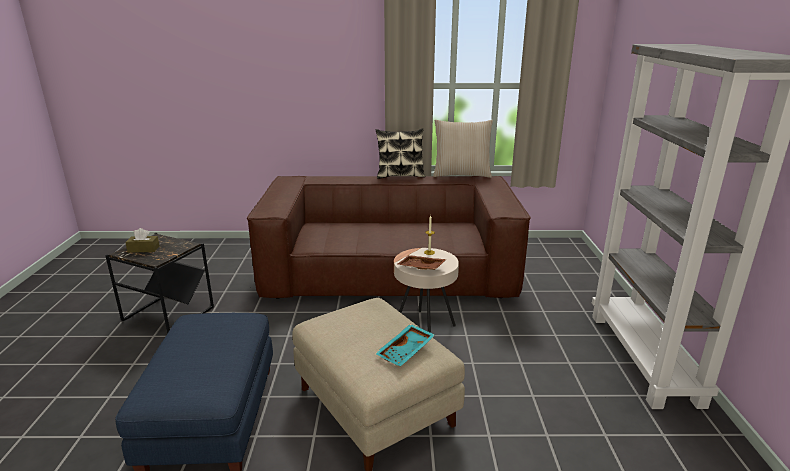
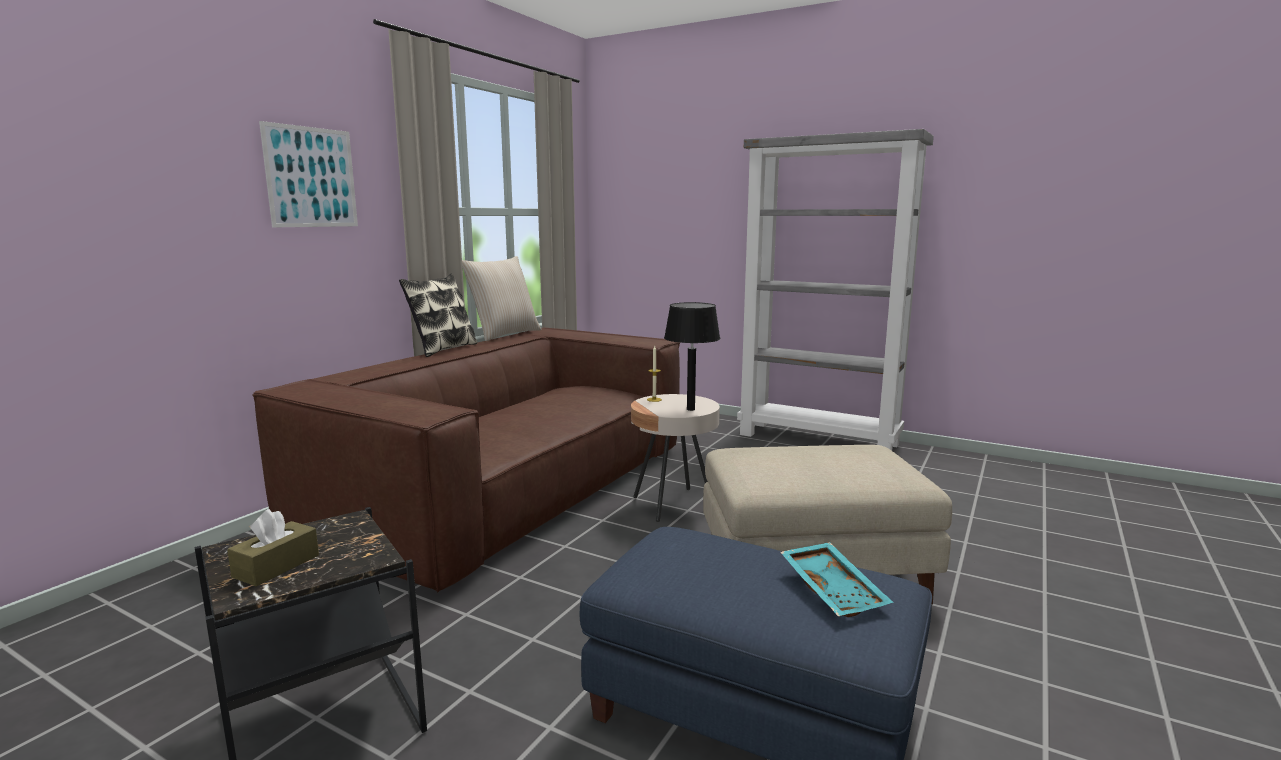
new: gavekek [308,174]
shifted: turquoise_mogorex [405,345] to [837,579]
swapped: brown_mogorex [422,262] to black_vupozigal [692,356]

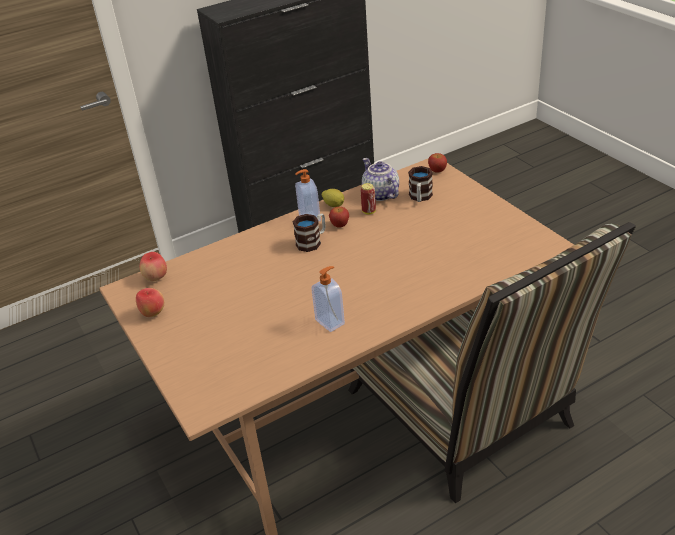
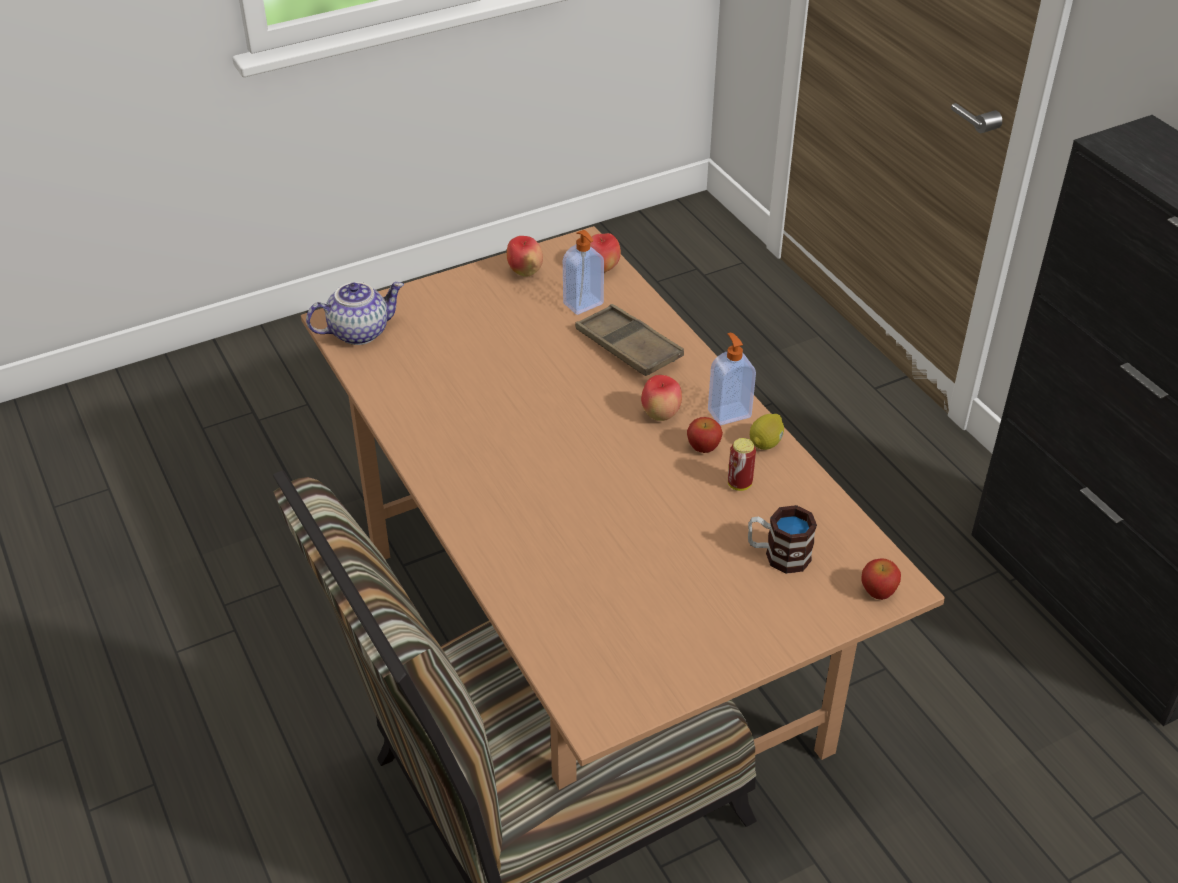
new: brown_mogorex [629,340]
shifted: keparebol [328,299] to [583,272]; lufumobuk [380,179] to [355,313]
swapped: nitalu [309,233] to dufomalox [661,398]

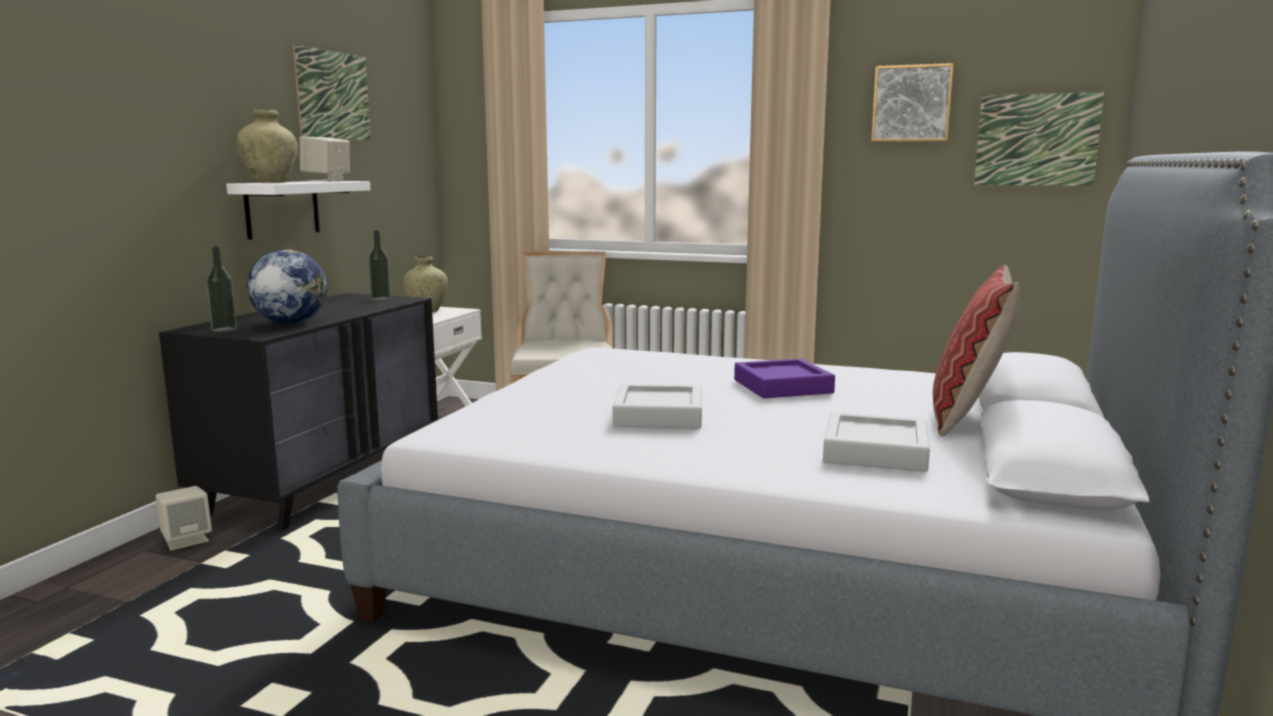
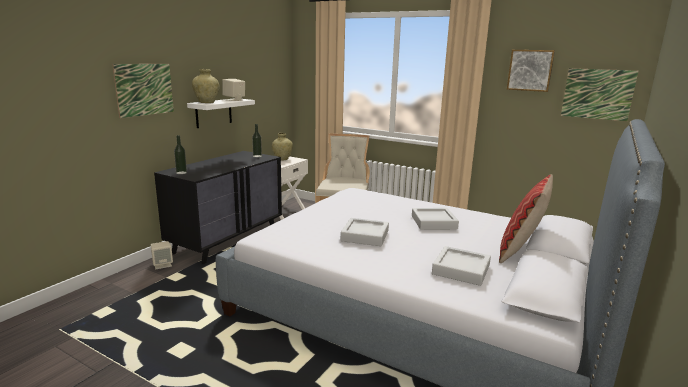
gone: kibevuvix [287,286]
shifted: gavekek [332,92] to [143,91]
repainted: purple_mogorex [784,378] to grey_mogorex [435,219]

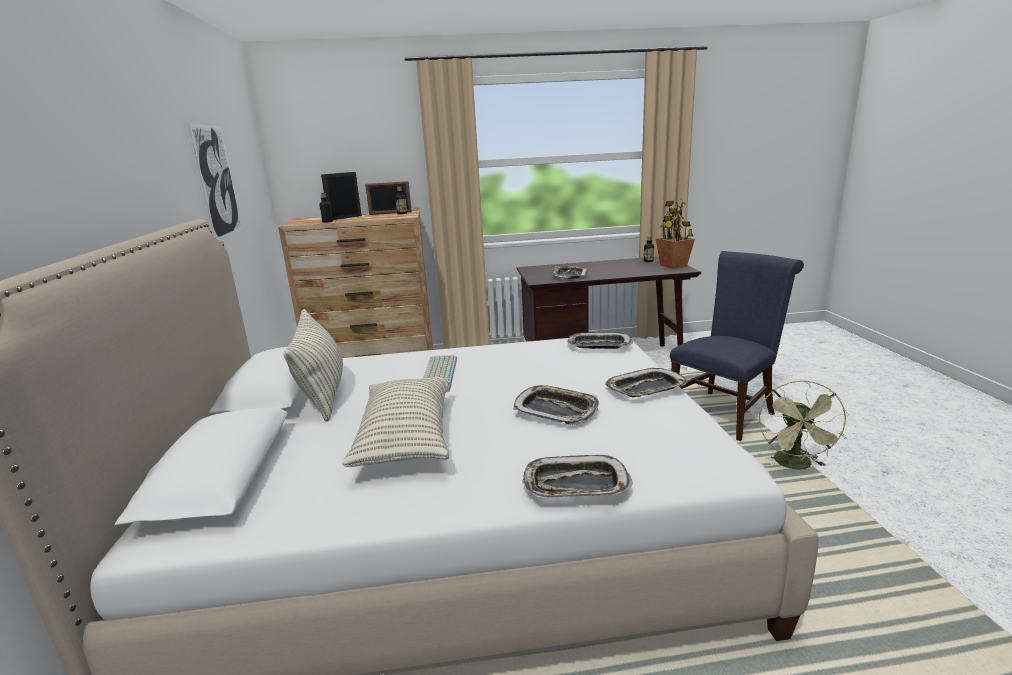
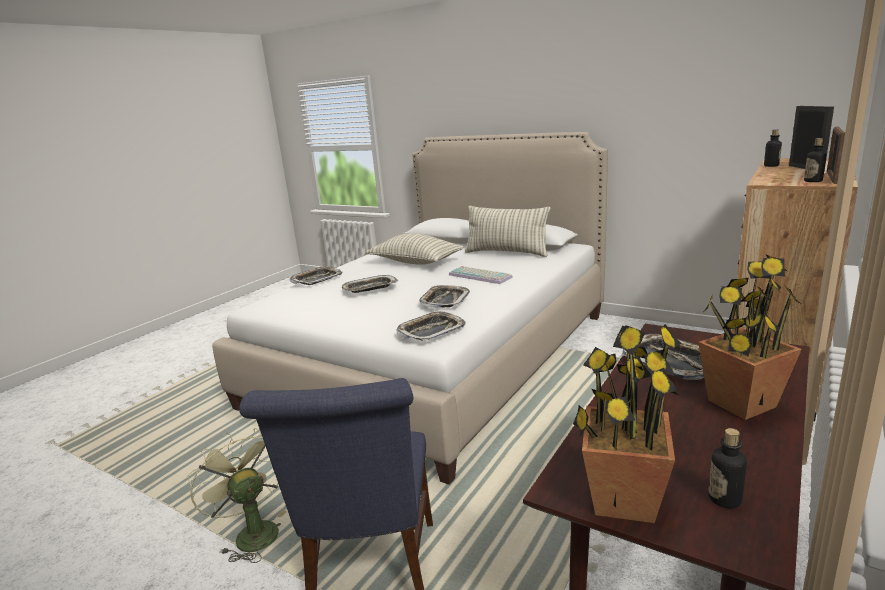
gone: gavekek [215,182]
new: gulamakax [750,337]
shifted: mogorex [646,382] to [444,296]

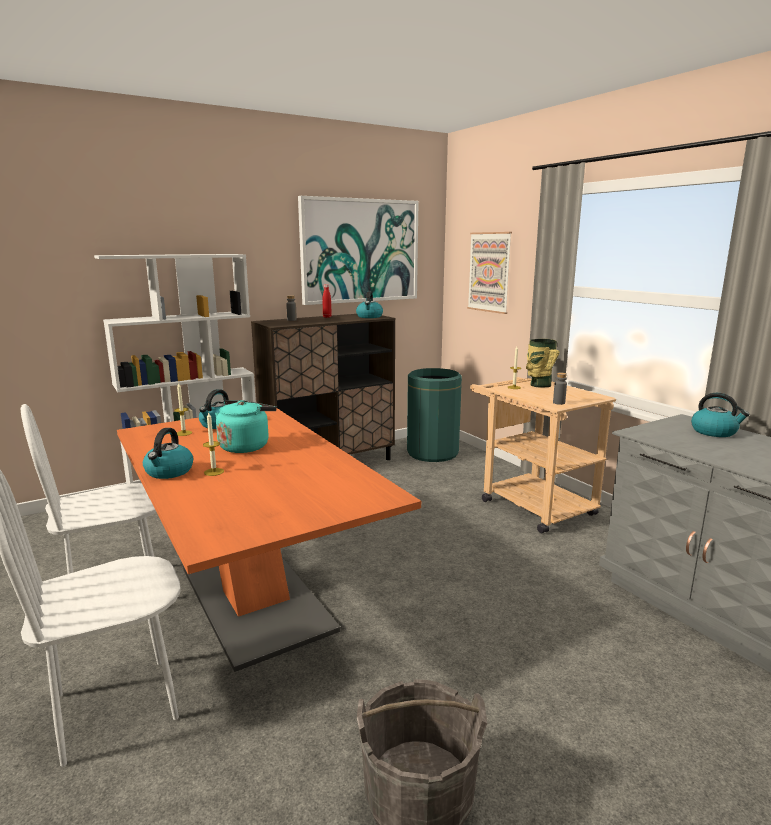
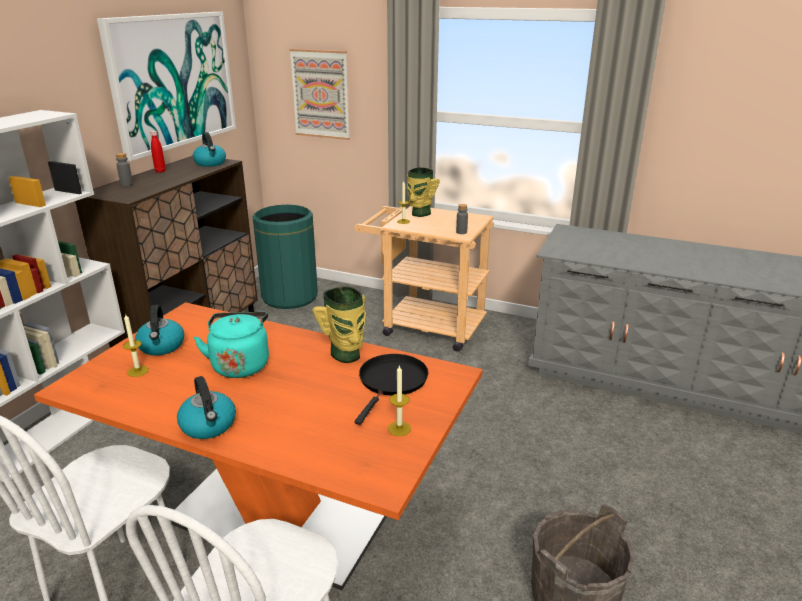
gone: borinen [720,415]
new: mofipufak [339,324]; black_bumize [391,389]
shifted: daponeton [213,443] to [399,400]

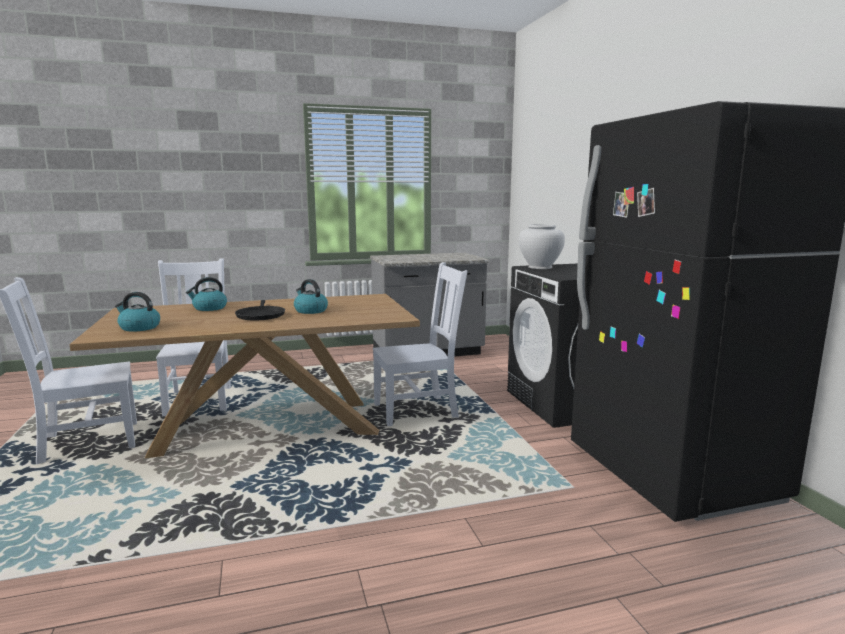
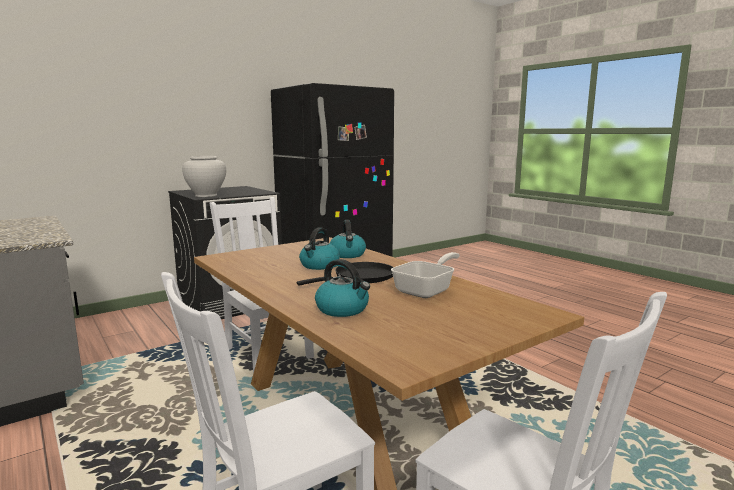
new: bumize [425,275]
shifted: borinen [137,312] to [347,239]

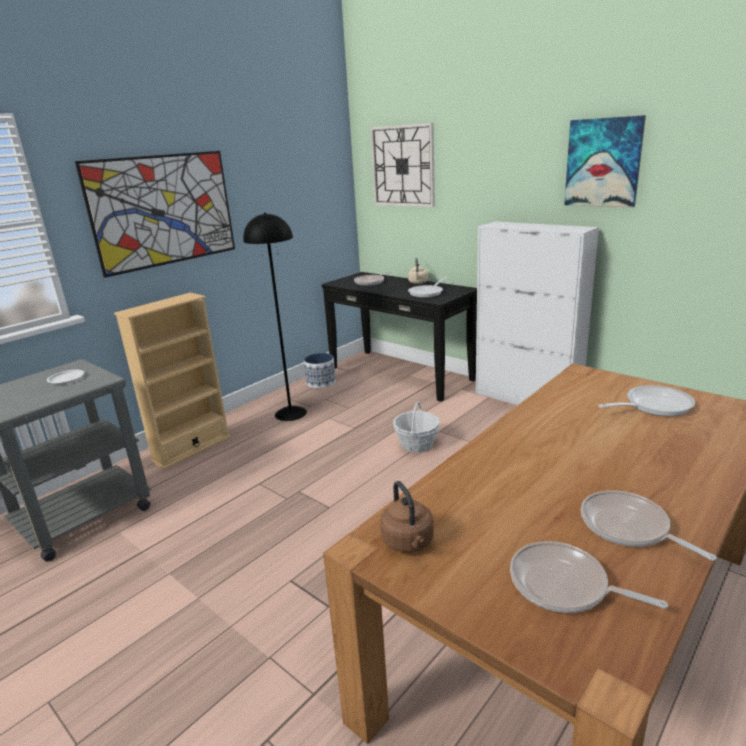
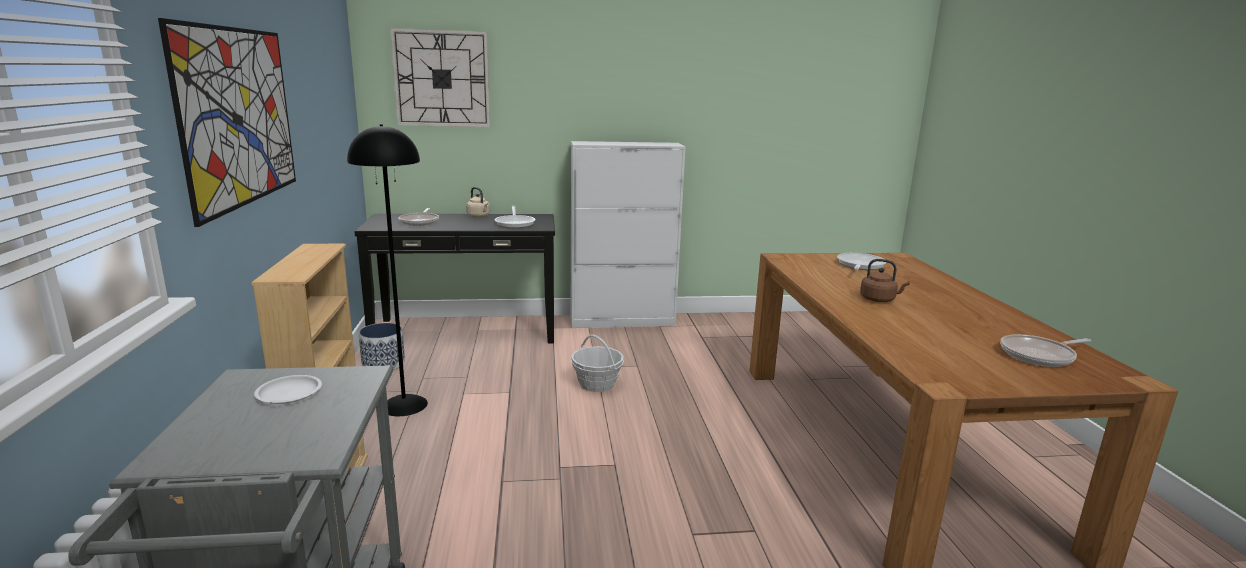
gone: gavekek [605,161]; bumize [649,525]
shifted: brown_borinen [407,516] to [885,280]

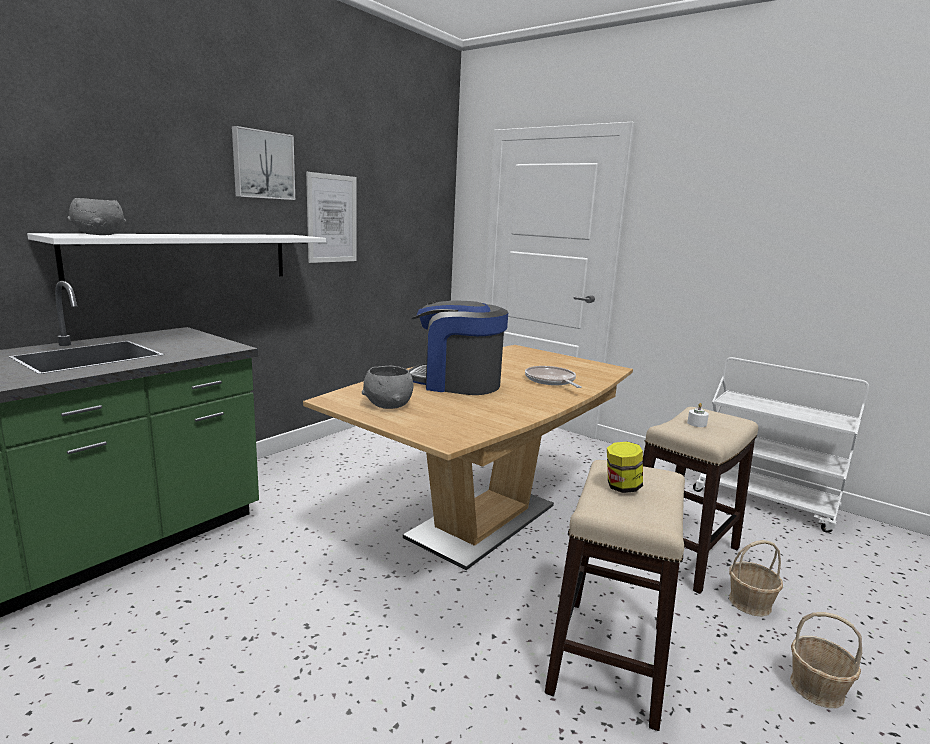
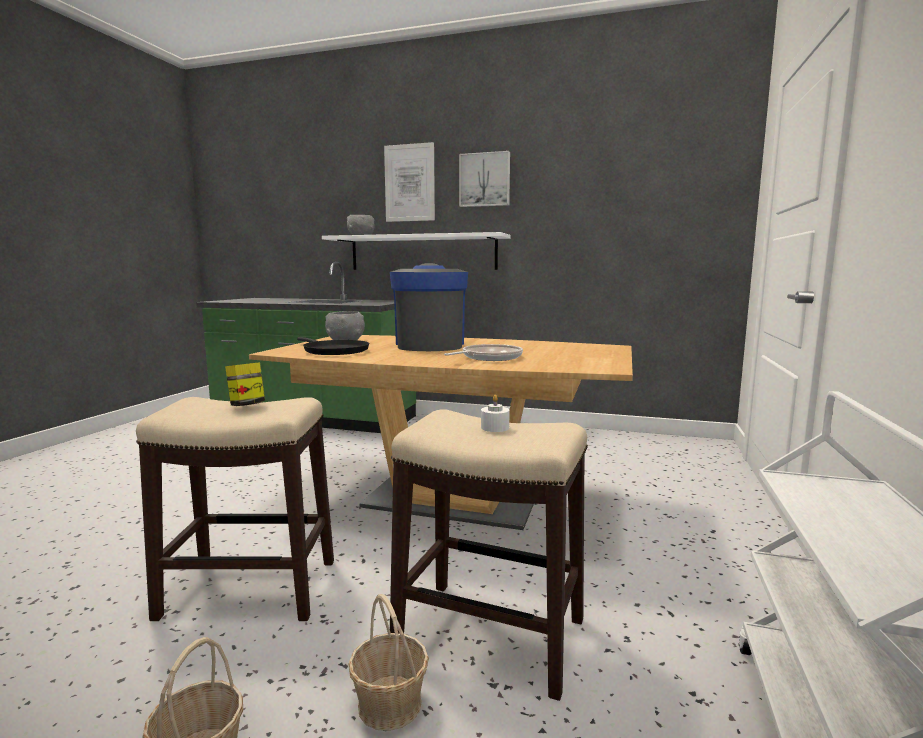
new: black_bumize [333,346]
shifted: gavekek [331,217] to [409,182]

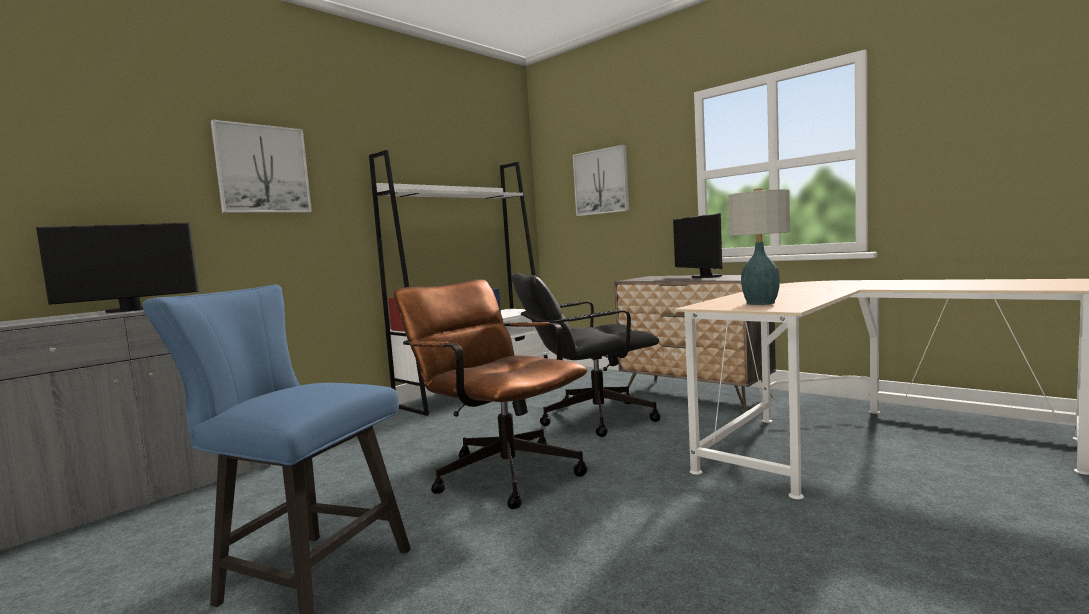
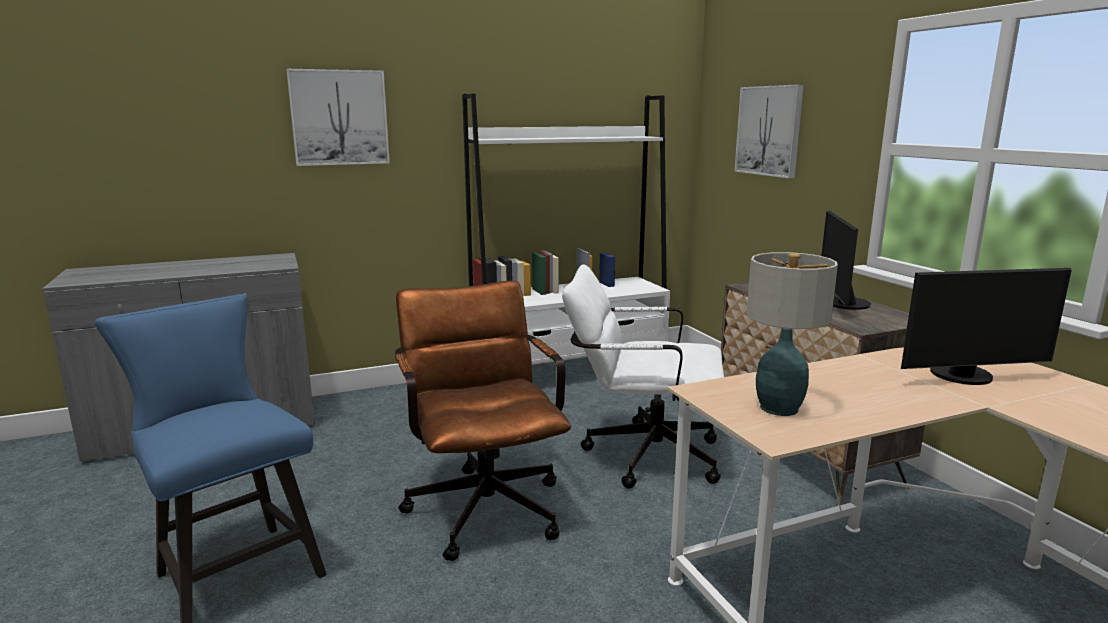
shifted: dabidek [117,268] to [986,326]
repainted: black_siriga [586,355] to white_siriga [643,376]

